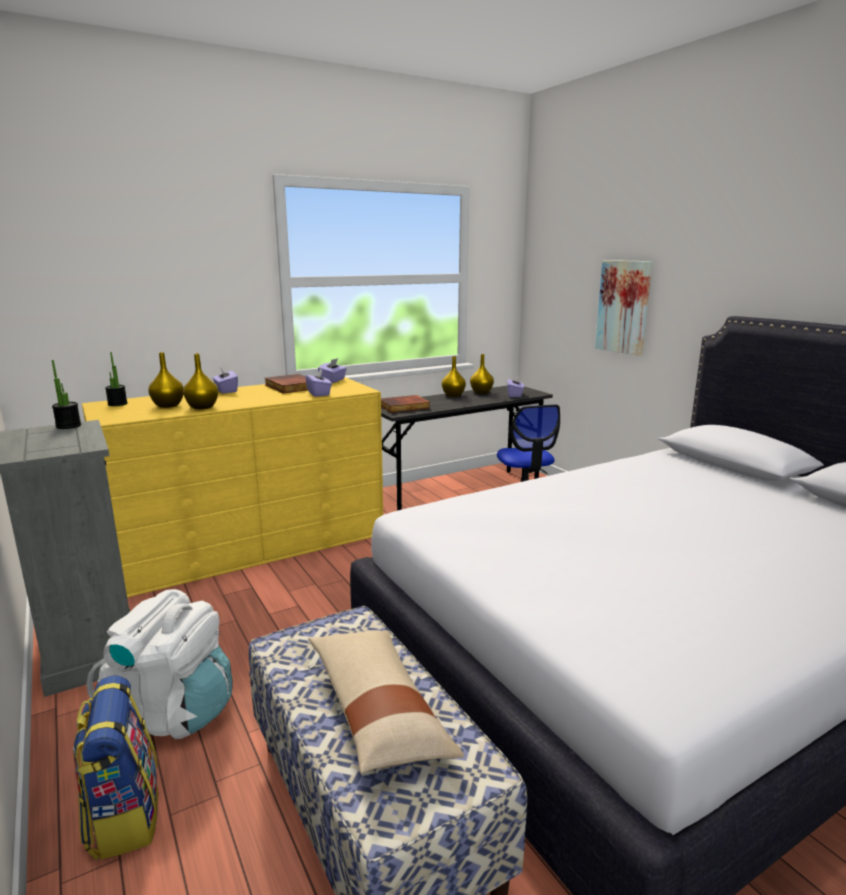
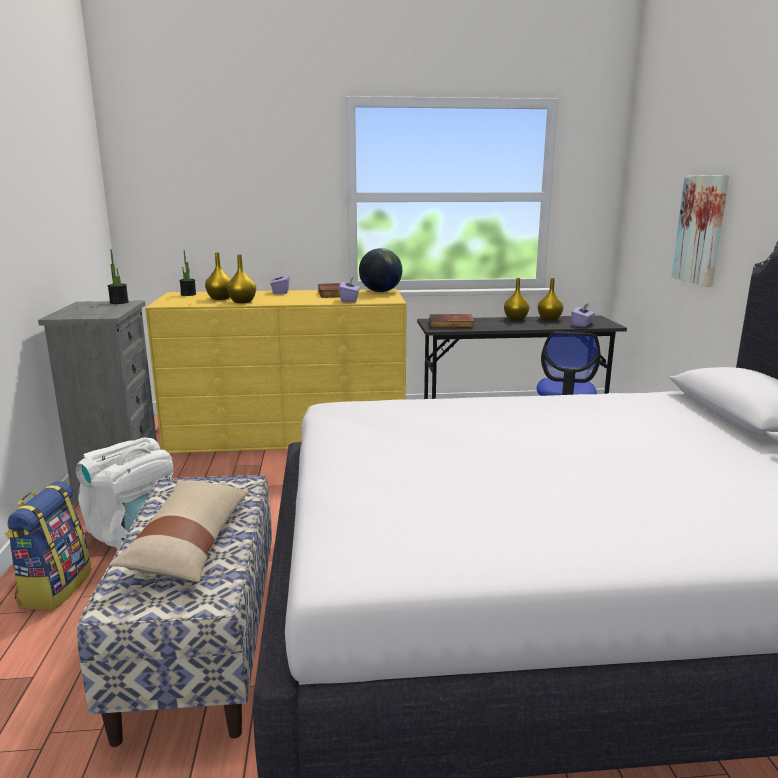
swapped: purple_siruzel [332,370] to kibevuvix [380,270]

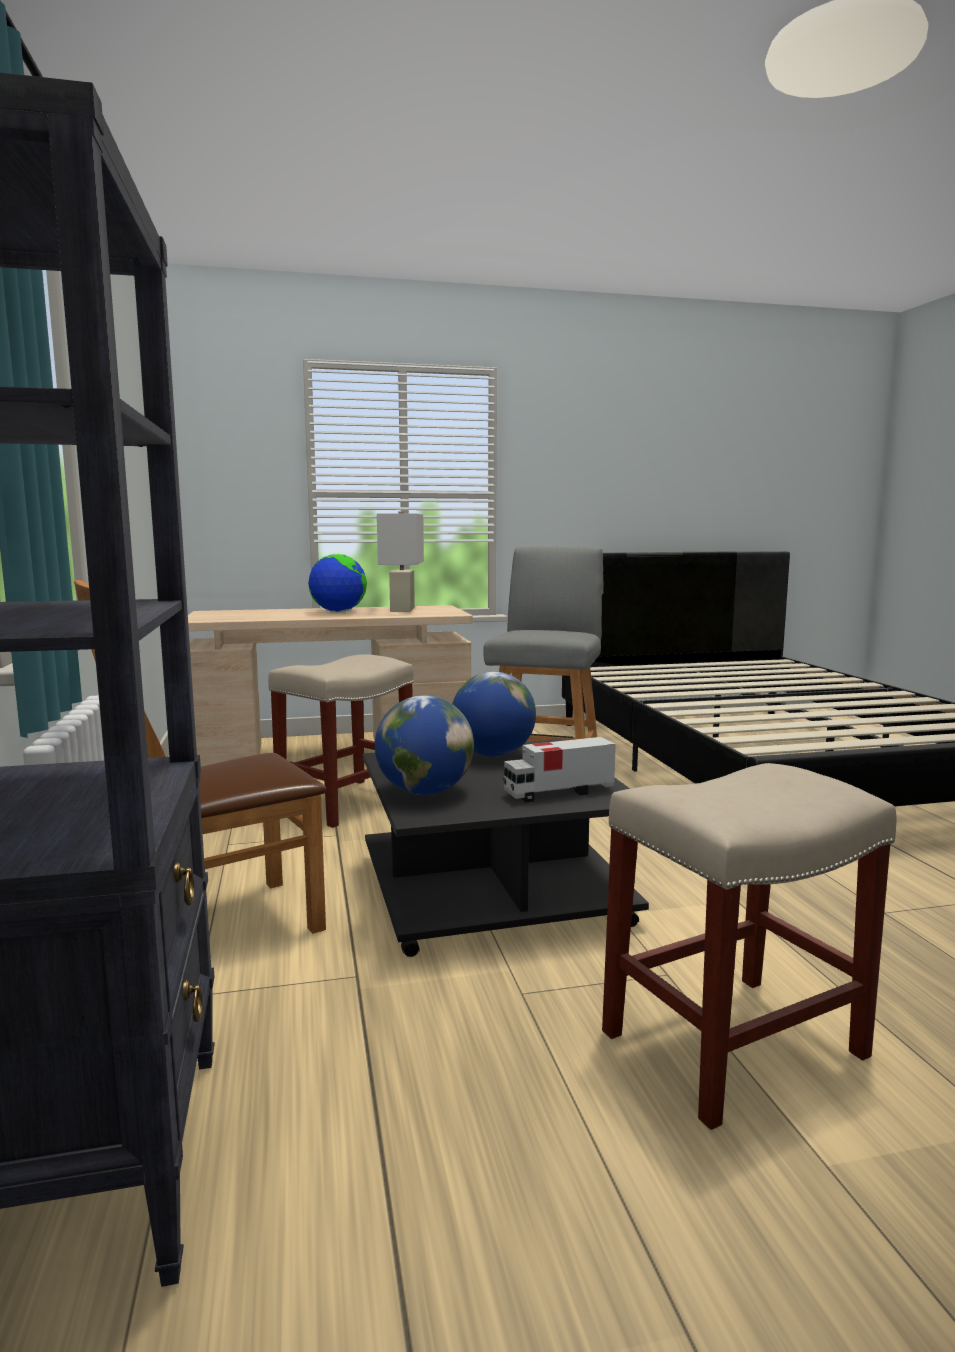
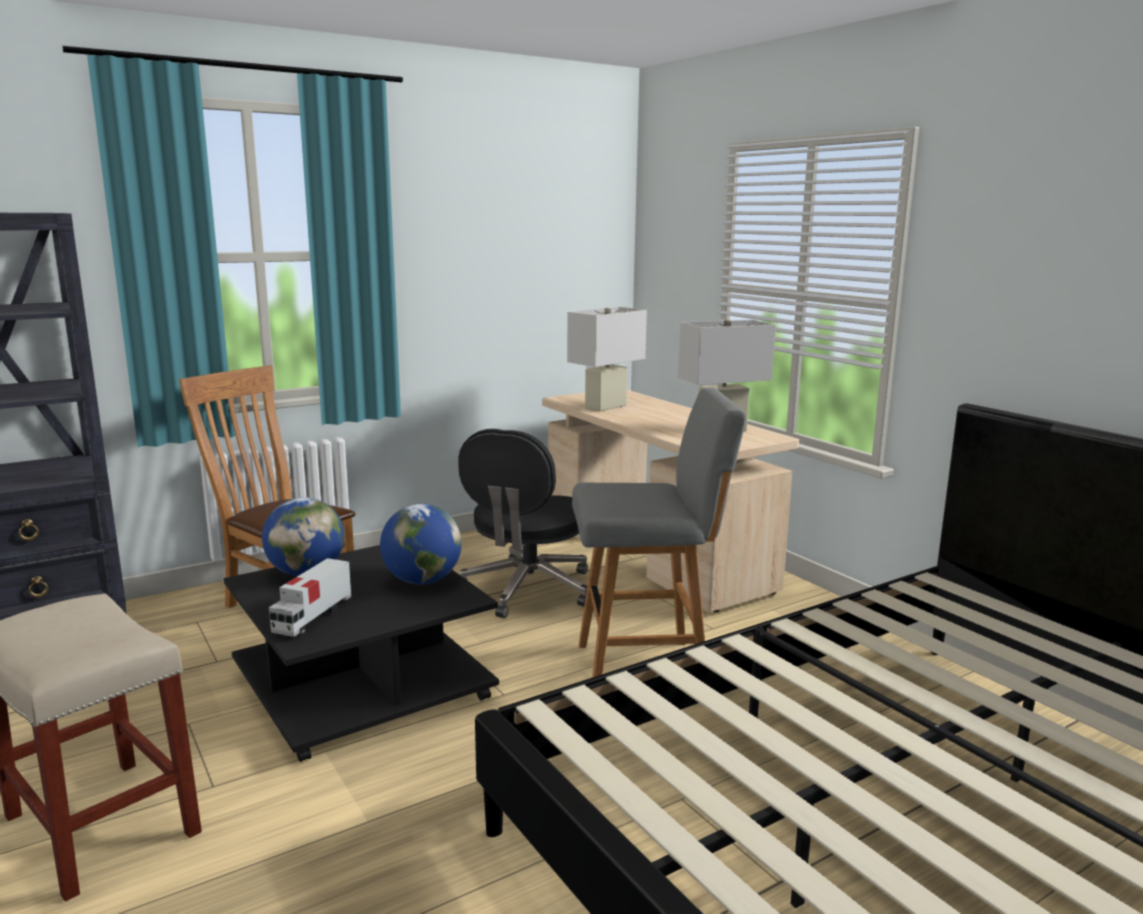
gone: kibevuvix [337,583]
new: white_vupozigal [607,359]
swapped: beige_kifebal [341,741] to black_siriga [523,523]
rotated: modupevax [559,770] = [310,597] 120 degrees counterclockwise

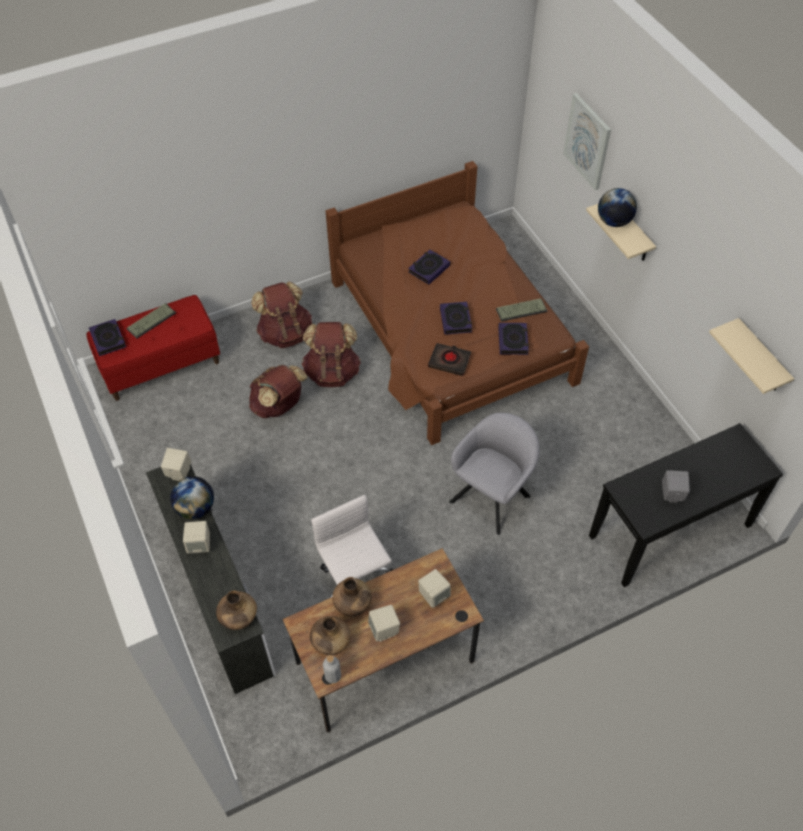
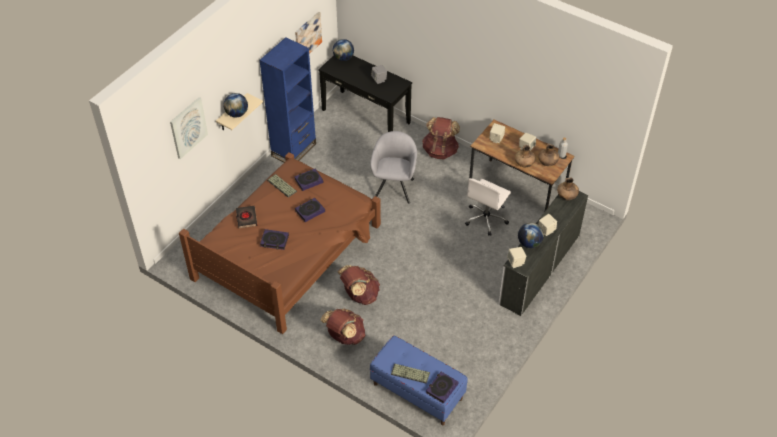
new: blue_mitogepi [287,99]; kibevuvix [343,50]
shifted: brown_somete [278,391] to [441,138]; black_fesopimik [449,359] to [246,217]
swapped: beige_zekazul [751,356] to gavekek [308,33]
repainted: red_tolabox [153,348] to blue_tolabox [419,380]
rotated: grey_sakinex [494,474] = [393,167] 90 degrees clockwise

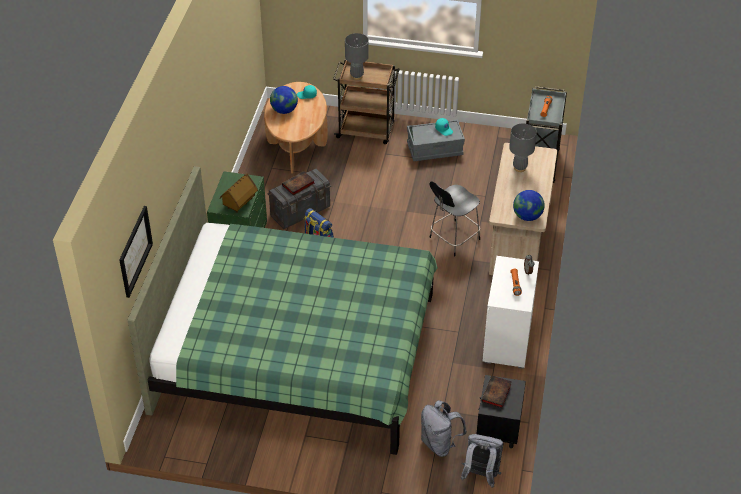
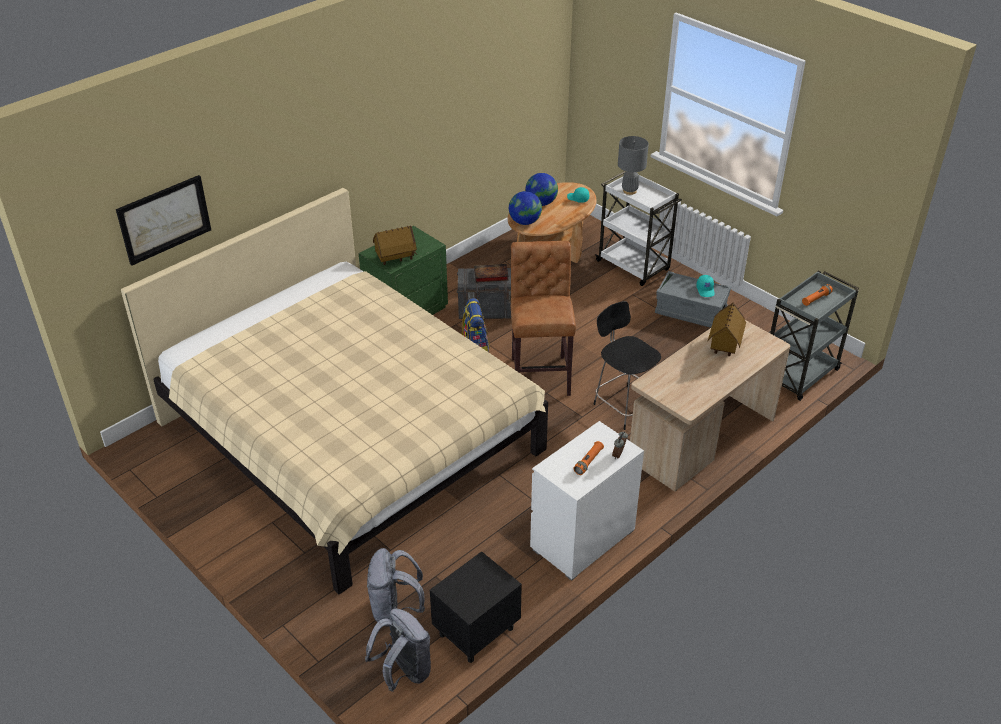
gone: fesopimik [496,392]
new: brown_kifebal [543,318]
shifted: kibevuvix [529,205] to [525,208]
swapped: grey_vupozigal [523,147] to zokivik [726,329]
repainted: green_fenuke [282,310] to beige_fenuke [334,391]; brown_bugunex [366,101] to white_bugunex [638,228]
rotated: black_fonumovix [454,218] = [627,365] 60 degrees clockwise

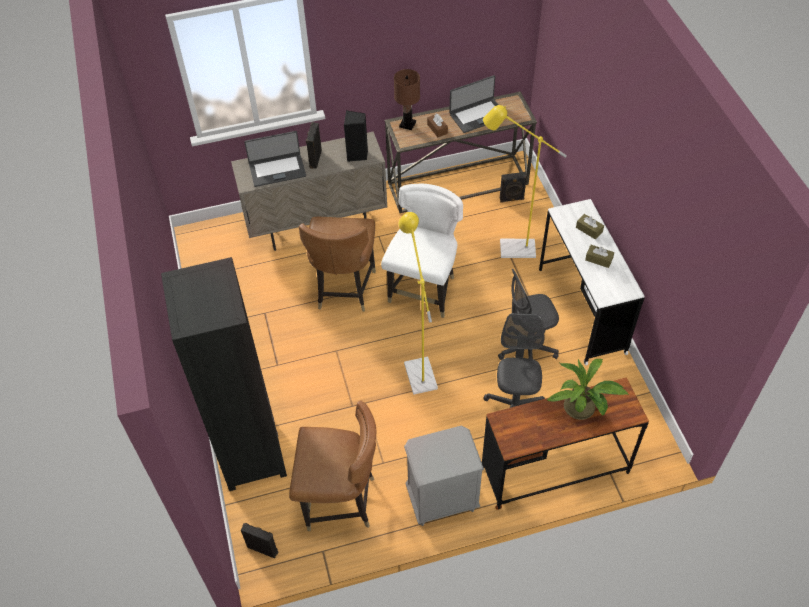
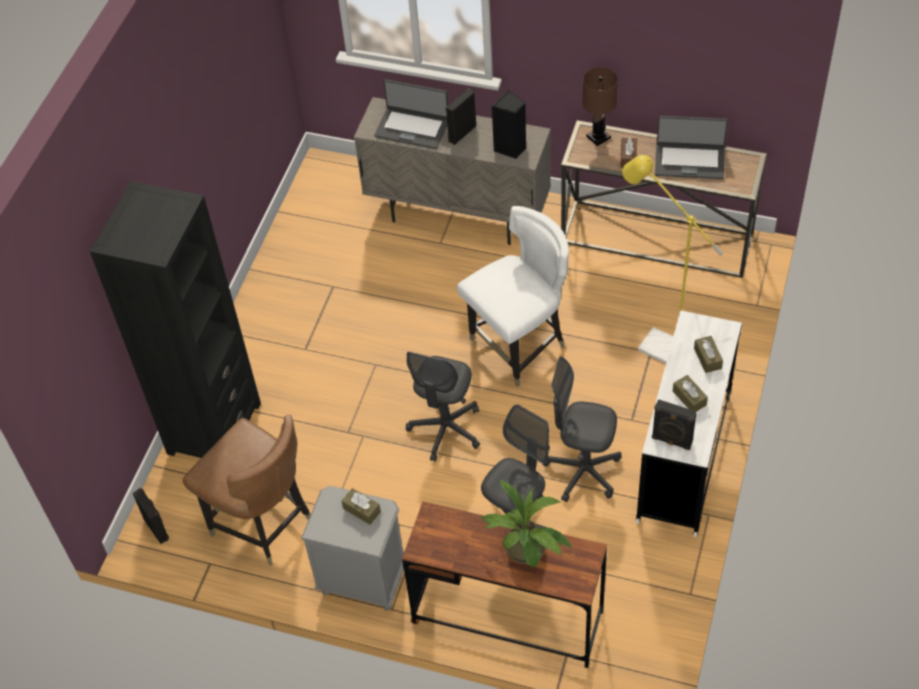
gone: brown_fonumovix [337,264]
new: brown_siruzel [361,506]
shifted: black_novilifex [513,187] to [674,424]
swapped: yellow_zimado [418,303] to grey_siriga [443,407]

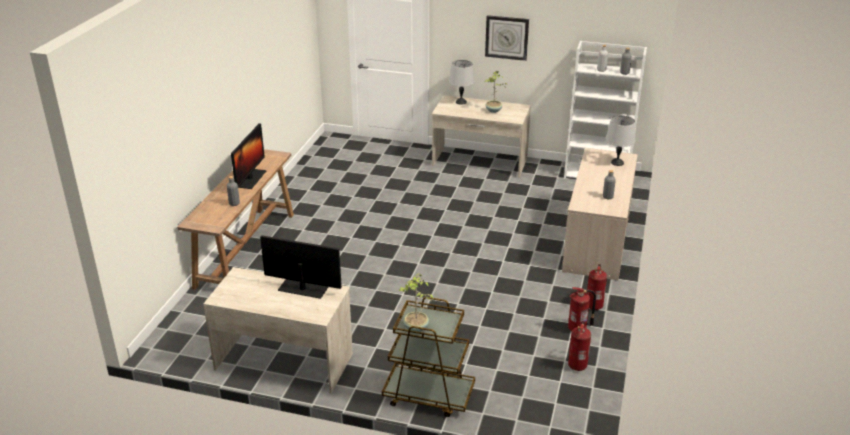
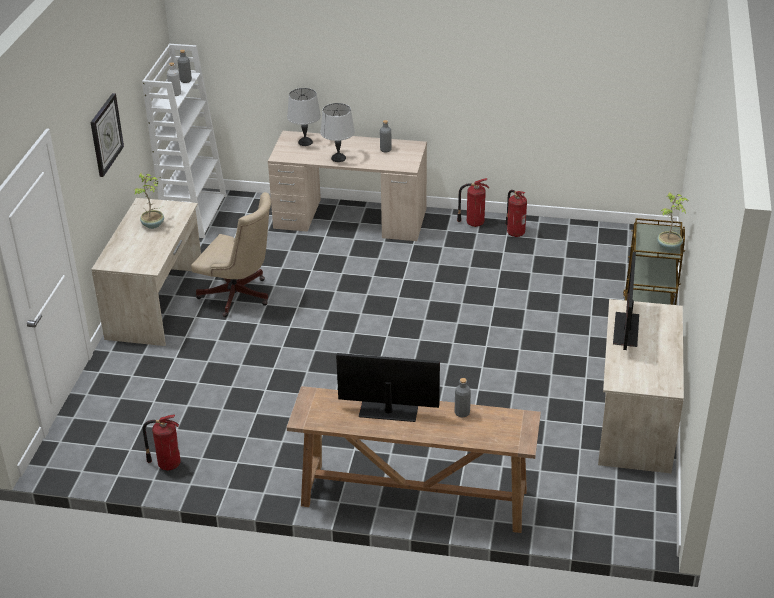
new: beige_siriga [231,254]
shifted: grey_vupozigal [462,82] to [337,132]; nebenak [579,346] to [162,442]

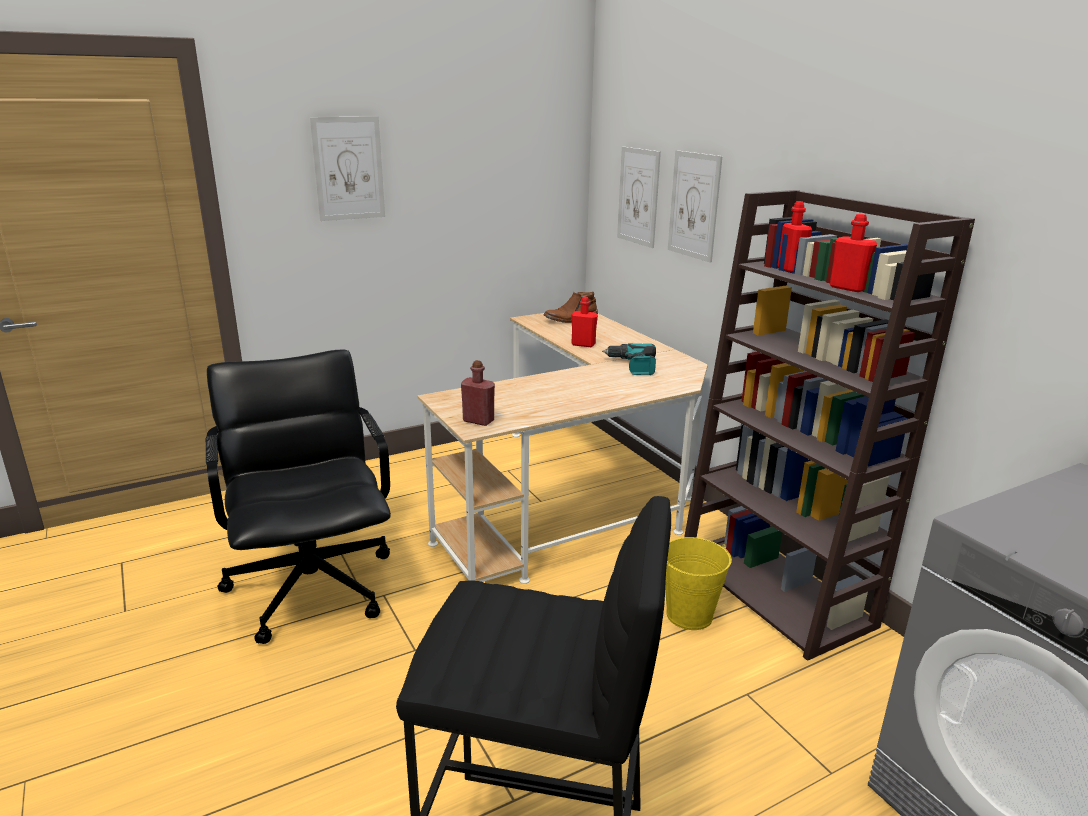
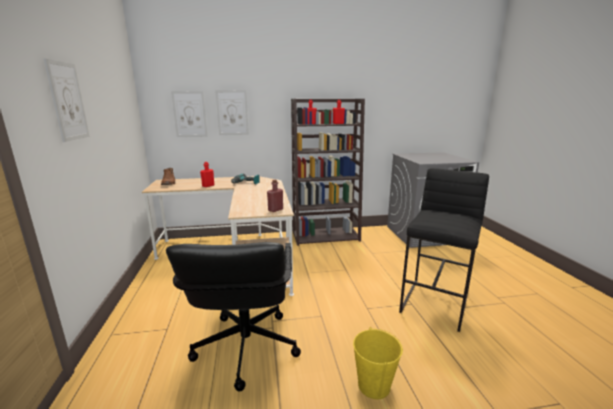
shifted: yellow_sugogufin [698,583] to [378,363]
rotated: black_siriga [298,497] = [233,316] 90 degrees counterclockwise

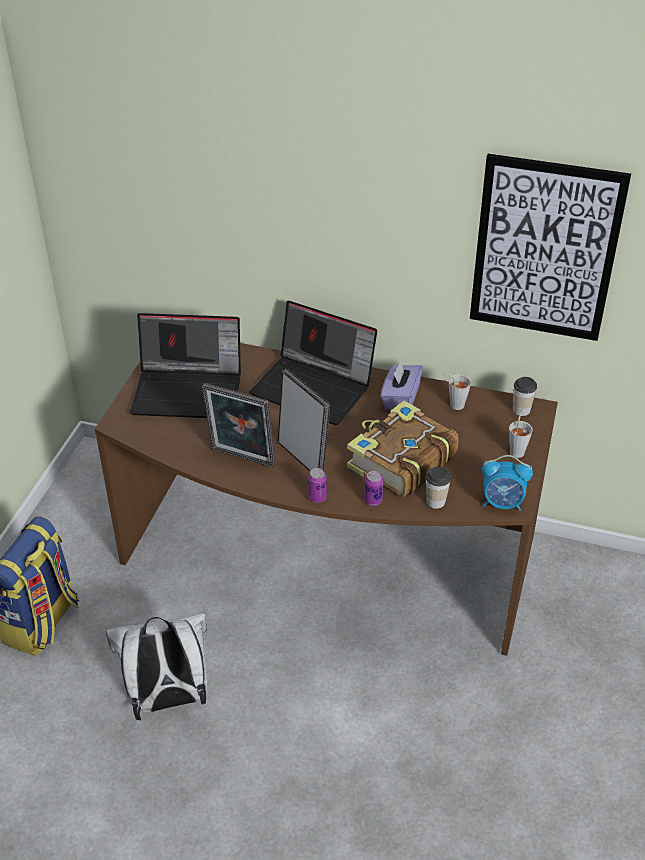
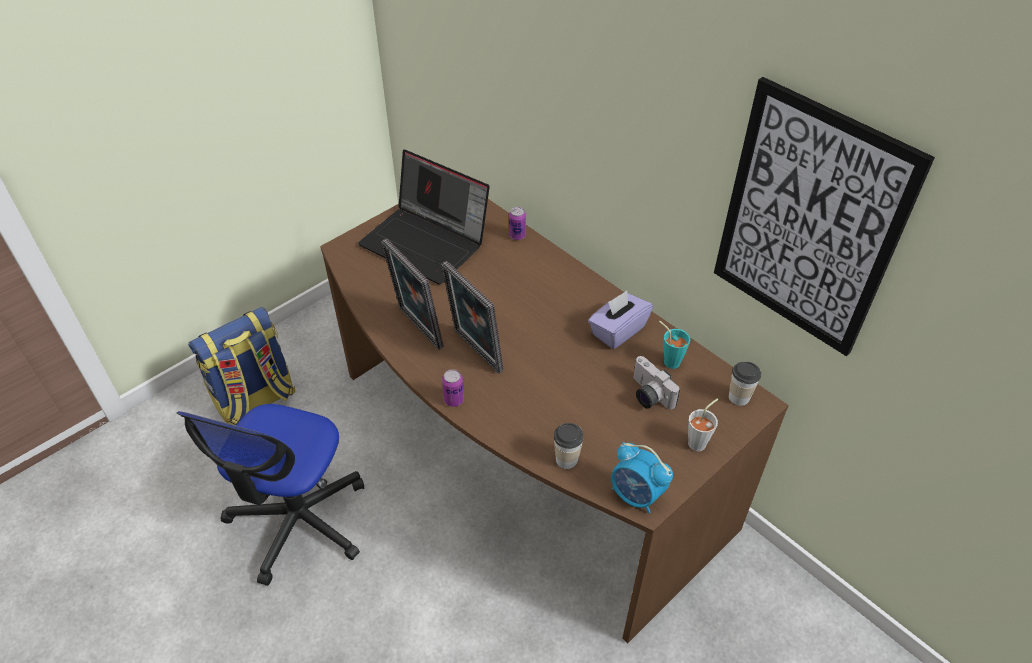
gone: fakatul [313,363]; fesopimik [402,449]
new: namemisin [656,383]
shifted: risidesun [373,488] to [517,223]
swapped: white_somete [156,666] to siriga [270,495]
repainted: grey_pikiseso [456,391] to turquoise_pikiseso [674,345]
rotated: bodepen [304,420] = [472,317] 150 degrees clockwise

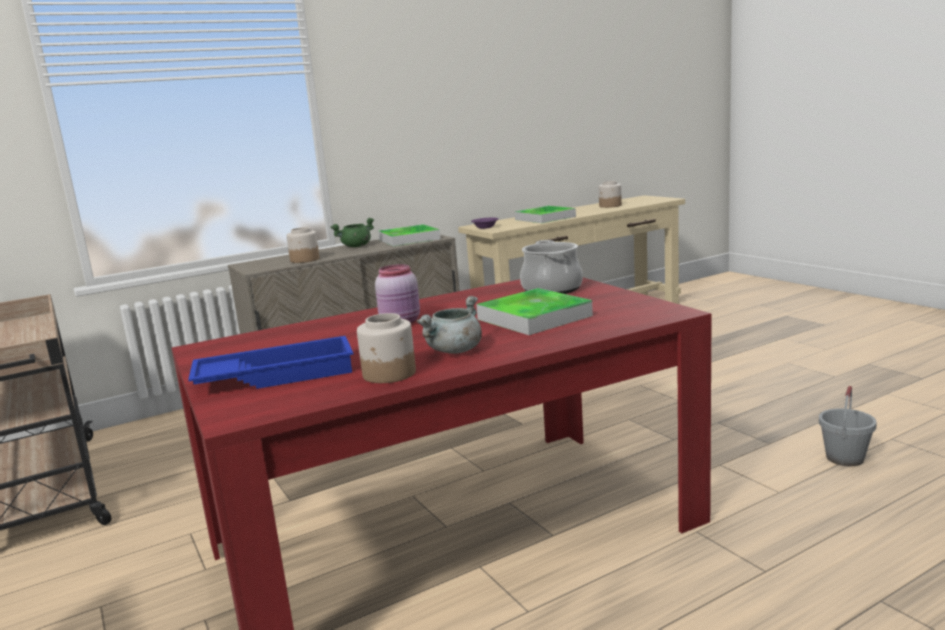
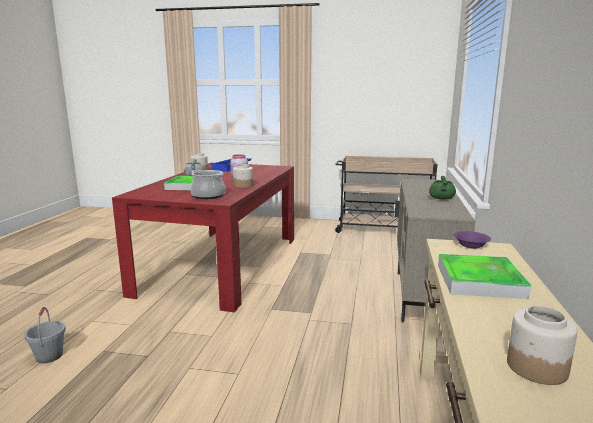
gone: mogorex [409,235]
shifted: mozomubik [302,245] to [243,176]

